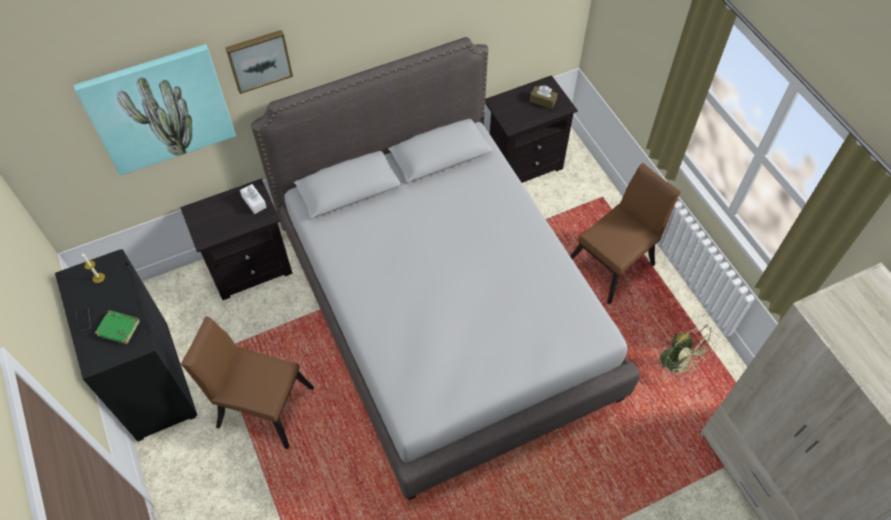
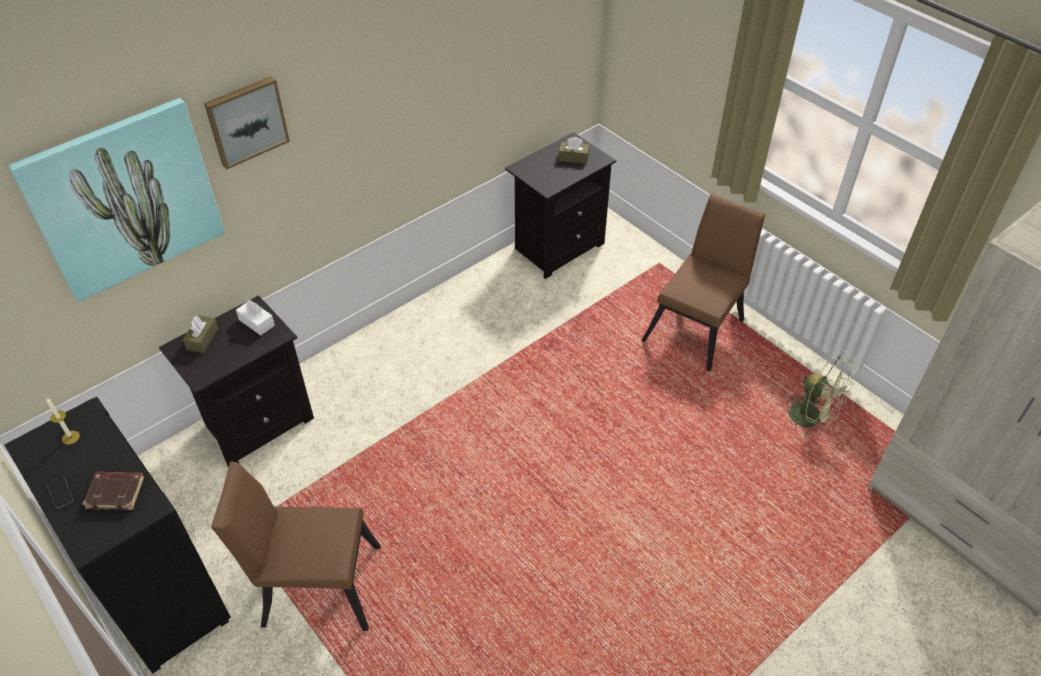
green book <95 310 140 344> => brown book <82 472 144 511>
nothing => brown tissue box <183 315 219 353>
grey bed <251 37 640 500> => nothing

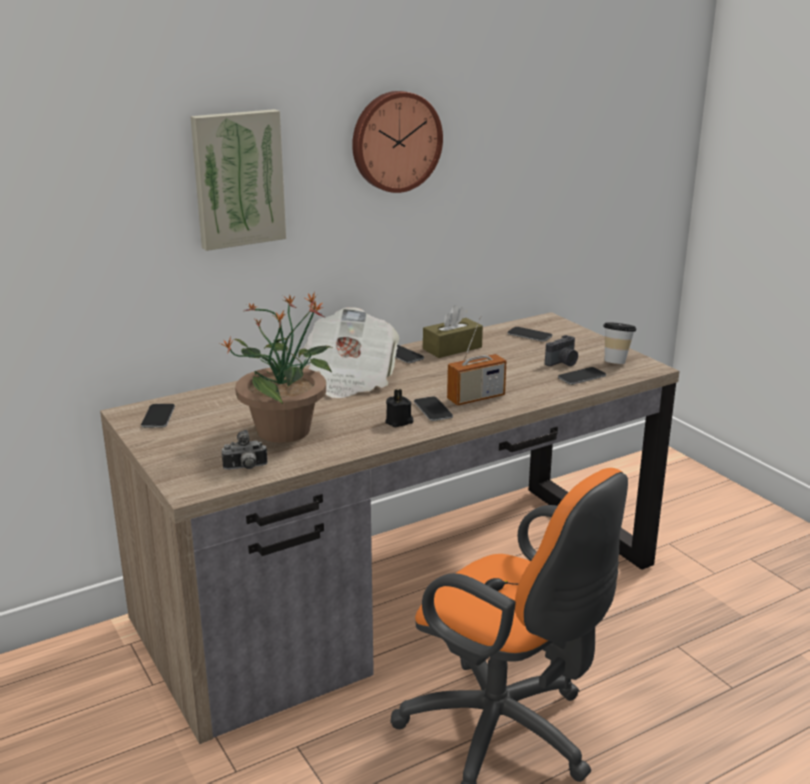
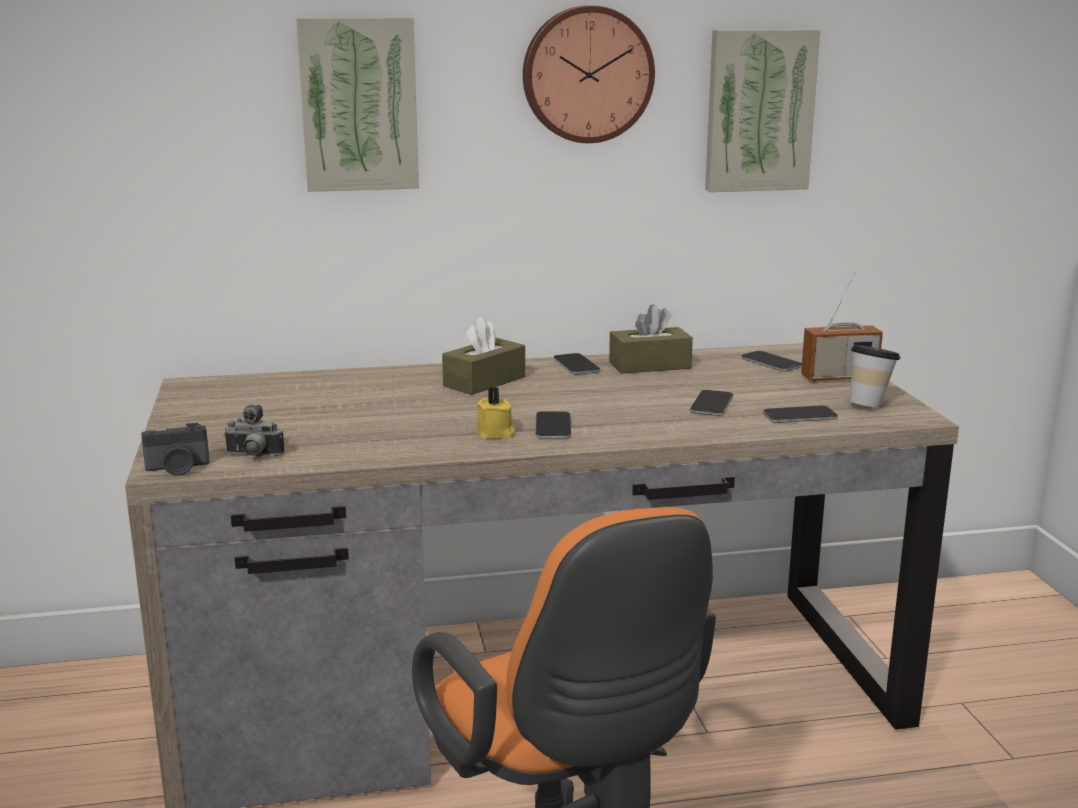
photo camera <545 335 578 366> => photo camera <141 423 210 476>, moved
newspaper <303 307 400 398> => brown tissue box <442 316 525 395>
black candle <385 389 414 427> => yellow candle <476 387 515 439>
phone <141 404 175 428> => phone <690 390 733 416>, moved
nothing => picture <705 29 820 192>
radio <447 316 506 406> => radio <801 272 883 382>, moved
potted plant <220 292 332 443> => nothing

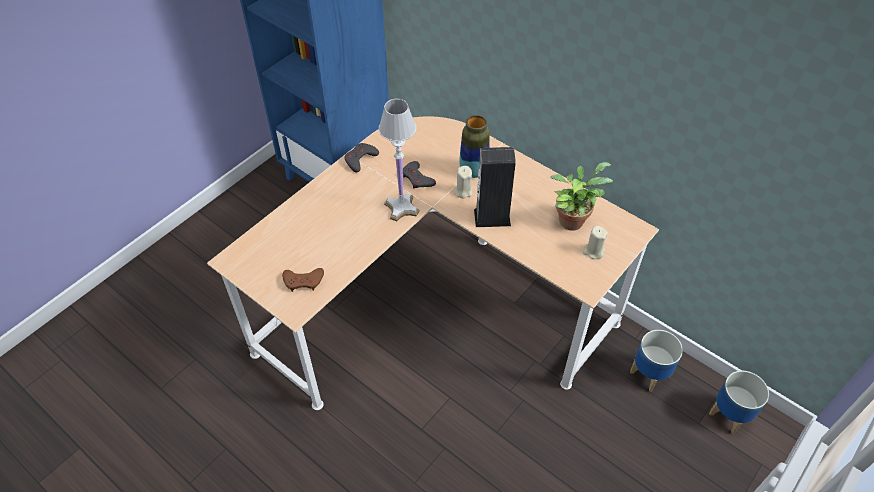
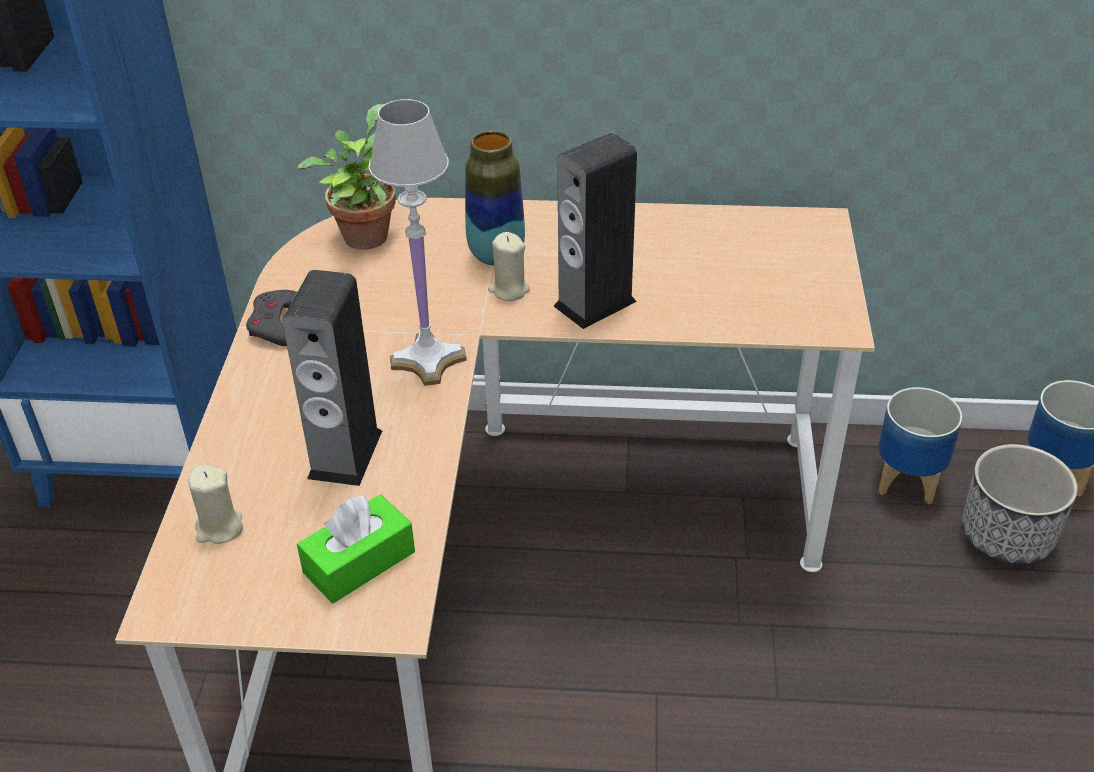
beige candle <583 226 608 259> => beige candle <188 465 243 544>, moved
nothing => speaker <282 270 382 486>
brown game controller <282 268 324 292> => green tissue box <297 494 415 603>
potted plant <550 162 613 231> => potted plant <298 104 395 250>, moved
nothing => planter <962 444 1078 564>
grey game controller <403 161 436 189> => nothing

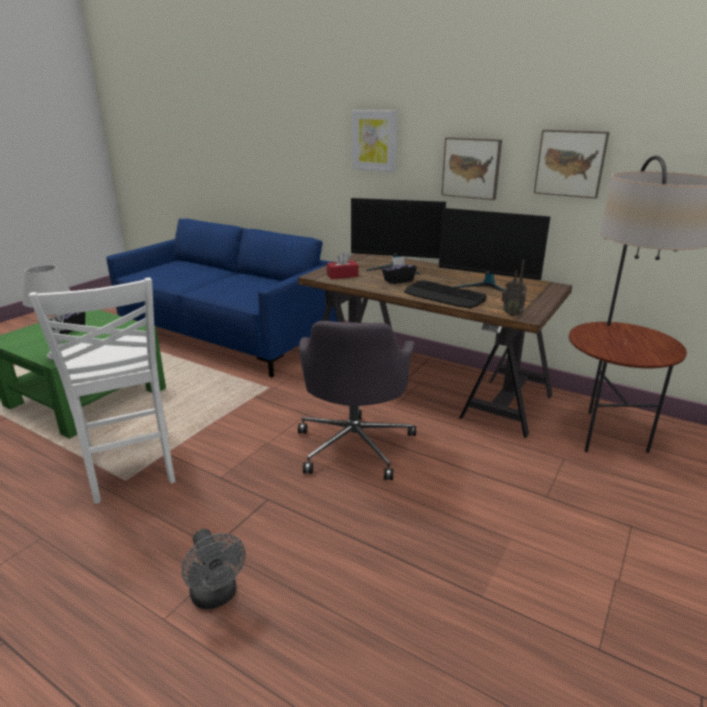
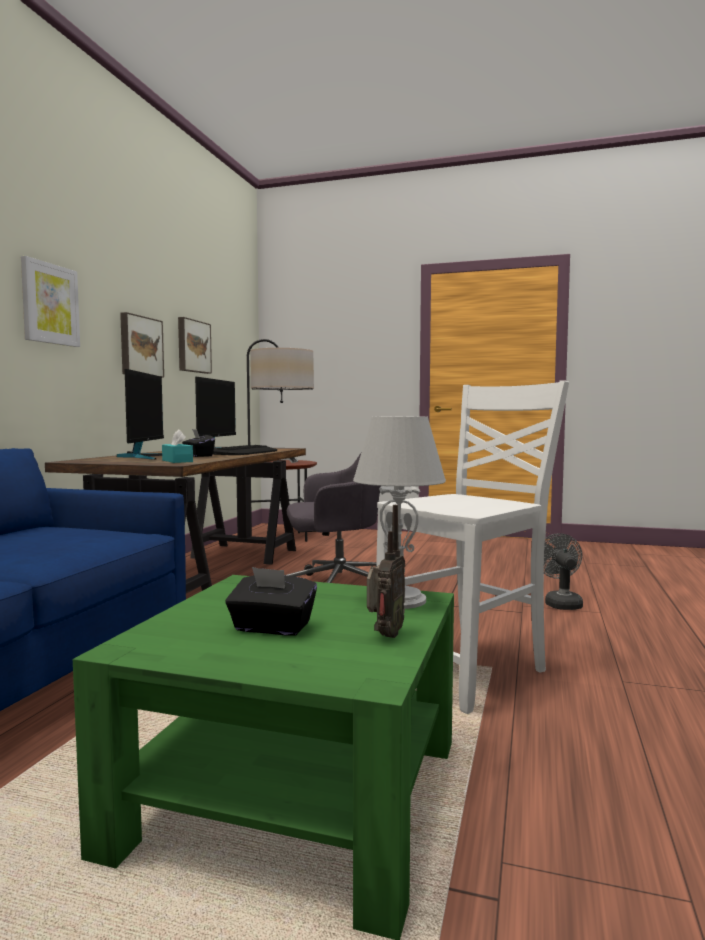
red tissue box <327 252 358 279> => turquoise tissue box <162 429 193 463>
radio <501 260 527 317> => radio <367 505 405 638>, moved
grey fan <182 529 246 609> => grey fan <544 533 583 610>, 45 degrees counterclockwise

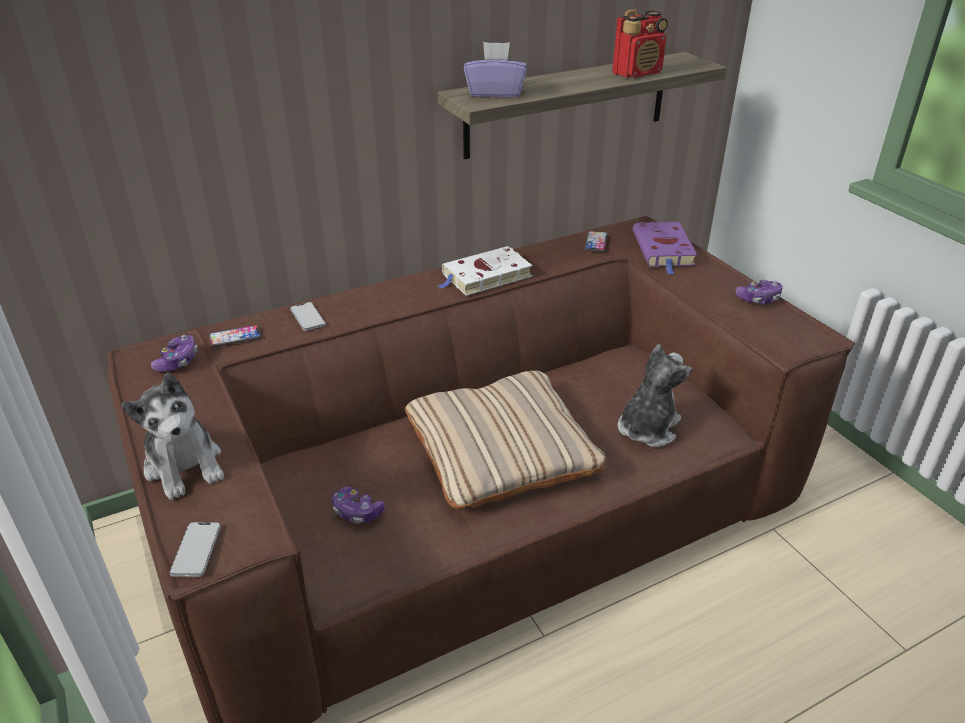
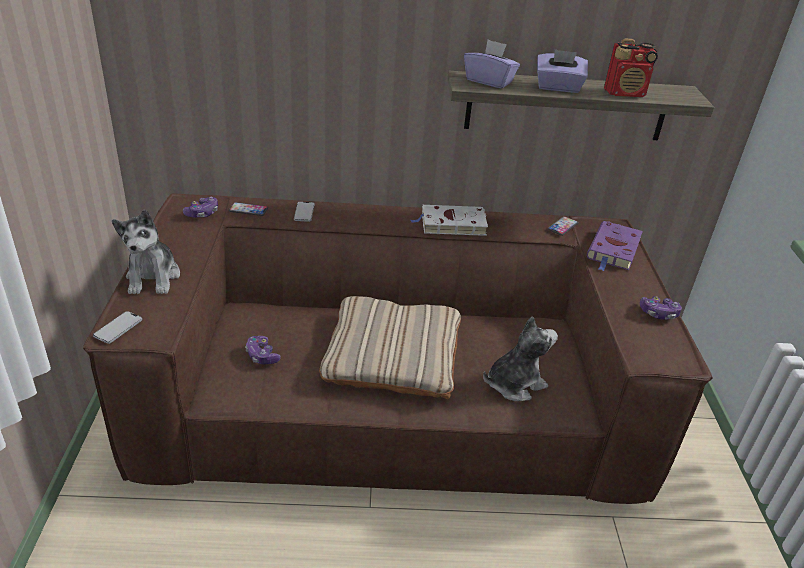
nothing => purple tissue box <537 49 588 93>

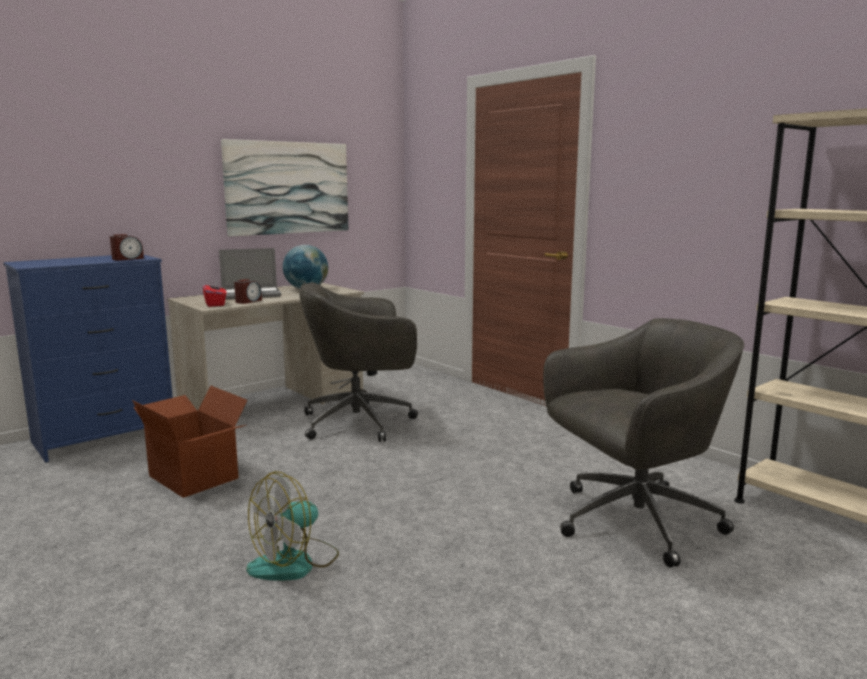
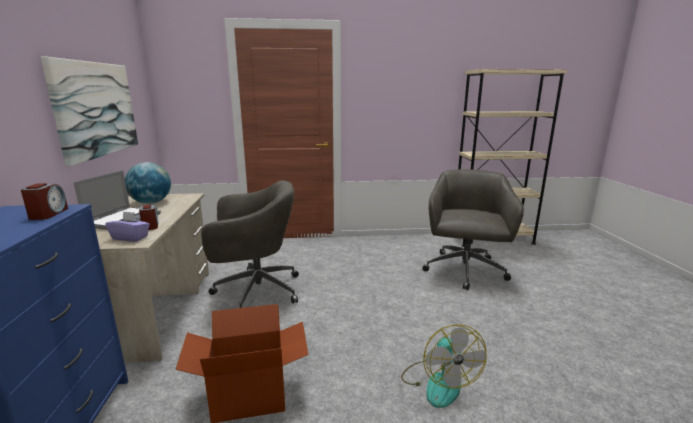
red tissue box <203 280 226 307> => purple tissue box <105 211 150 242>
grey office chair <299 282 418 442> => grey office chair <201 180 299 308>, 120 degrees counterclockwise

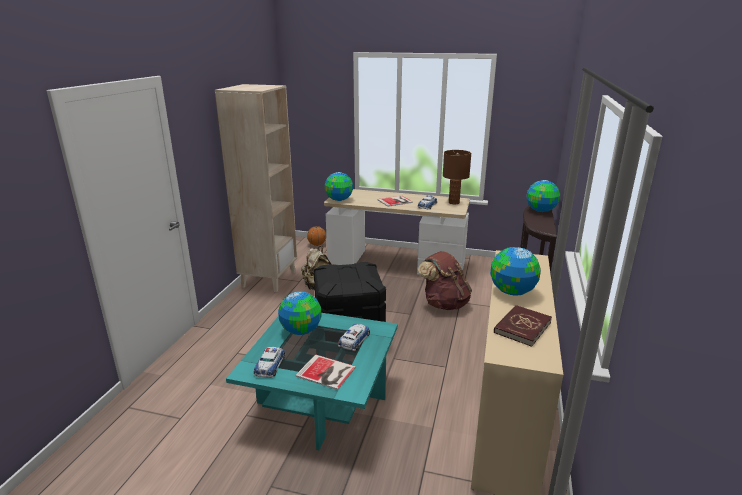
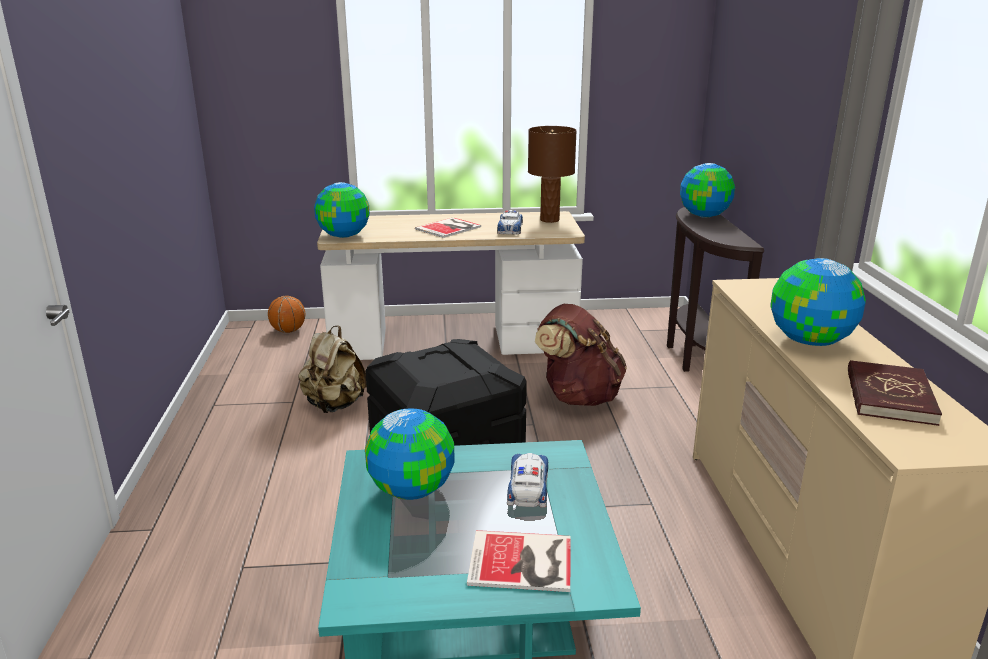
beige bookcase <215 84 297 292> => nothing
toy car <254 347 286 378> => nothing

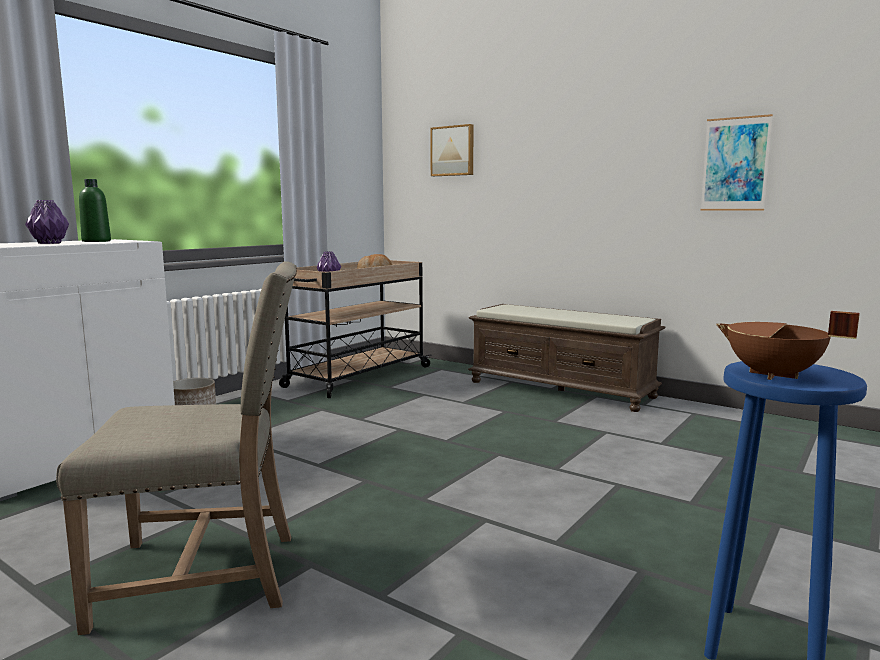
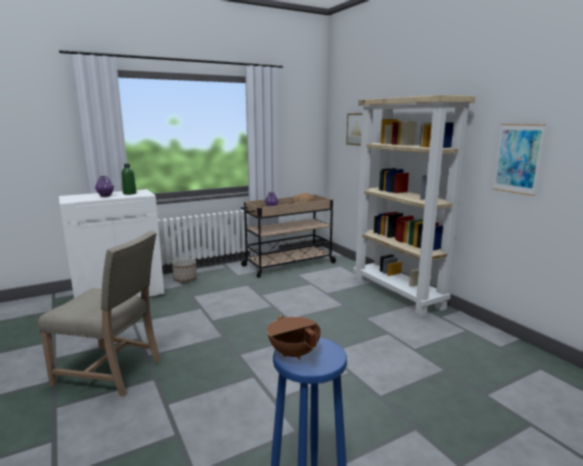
brown bench <468 304 666 412> => beige bookcase <353 95 475 317>

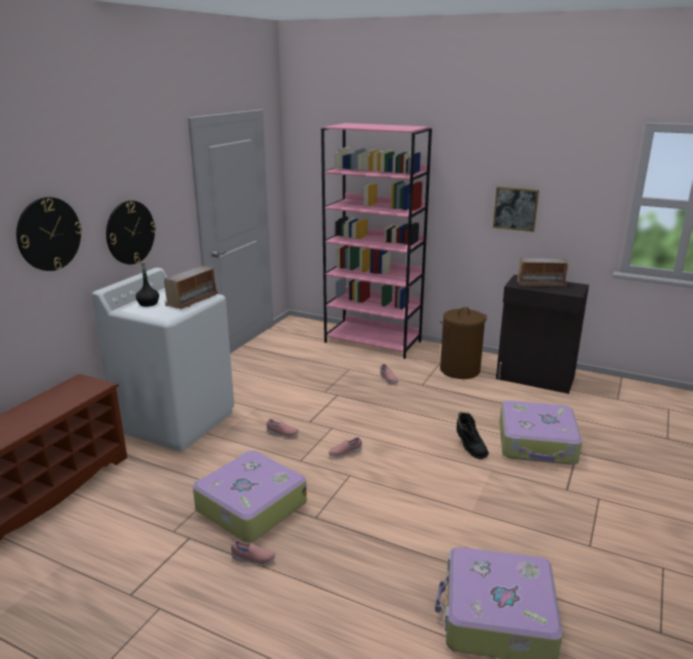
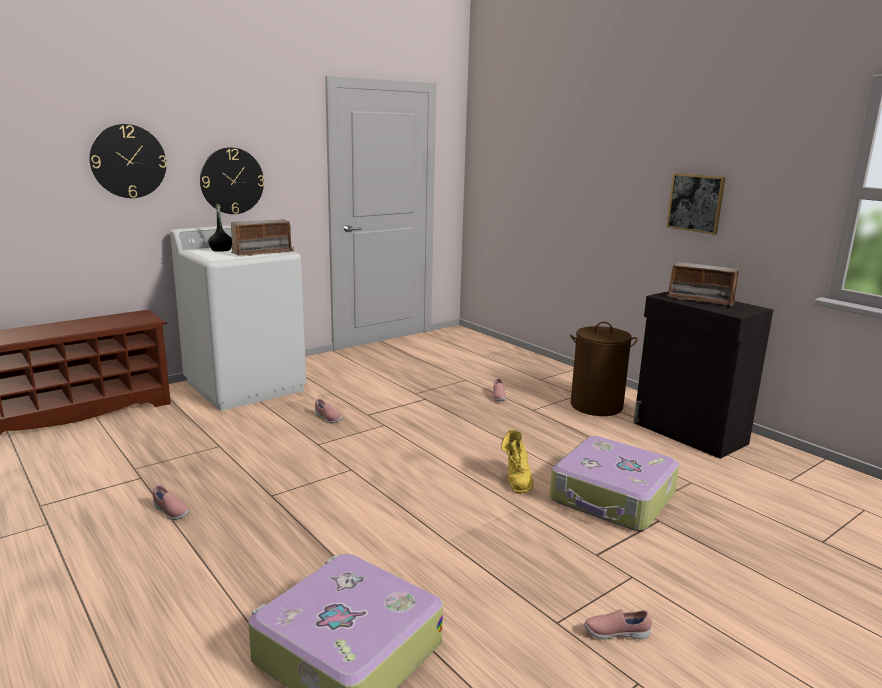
black boot <456 412 489 459> => yellow boot <501 429 533 494>
pink shoe <328 437 362 458> => pink shoe <584 609 652 640>, moved
suitcase <193 451 307 543> => nothing
pink bookcase <321 123 432 359> => nothing

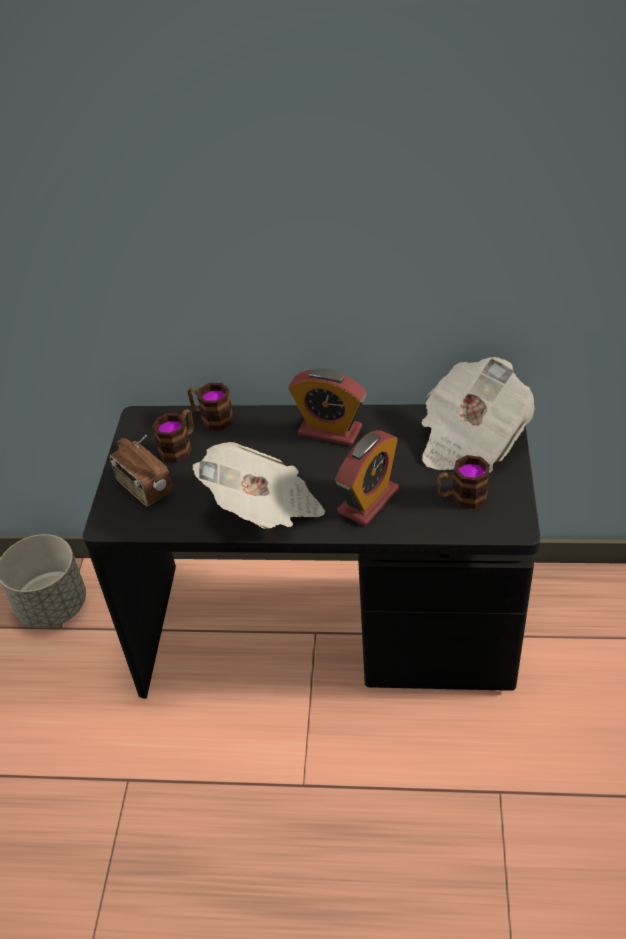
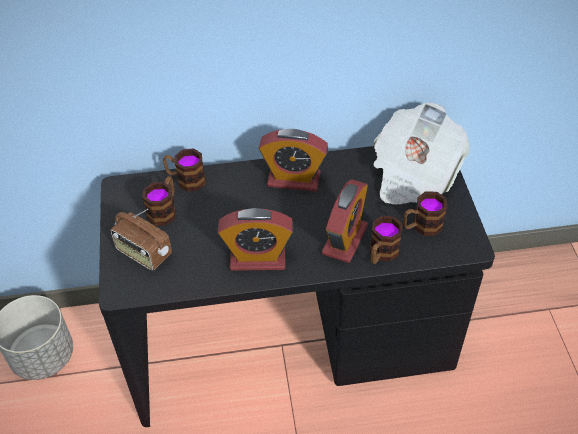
newspaper <193 442 325 529> => alarm clock <218 208 293 271>
nothing => mug <370 215 403 264>

